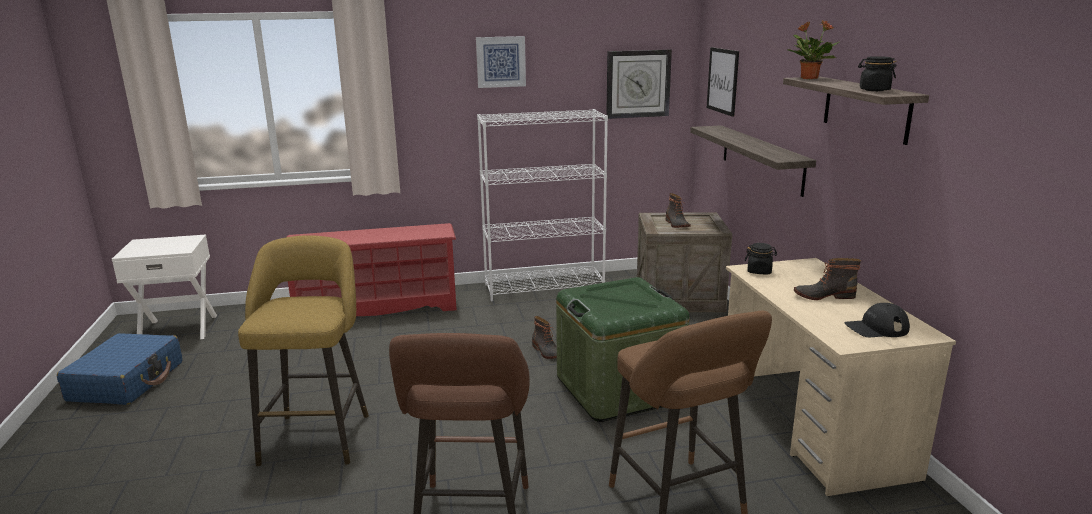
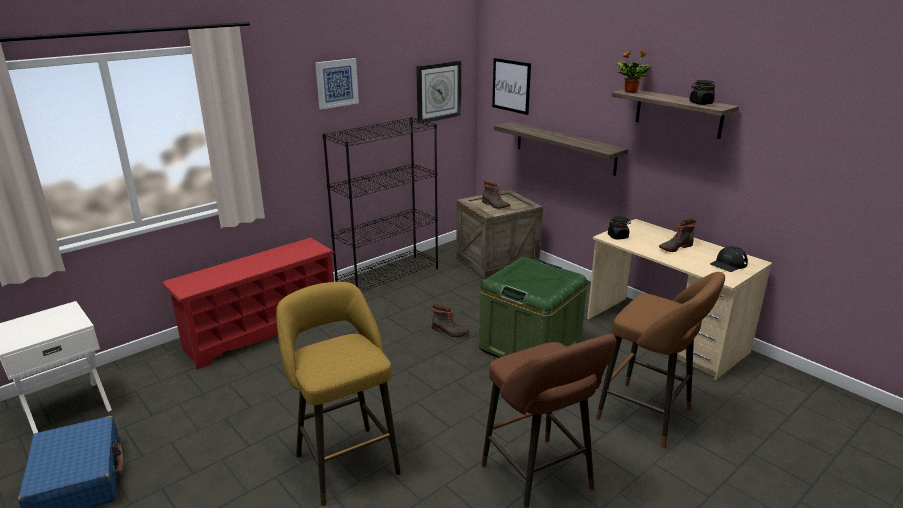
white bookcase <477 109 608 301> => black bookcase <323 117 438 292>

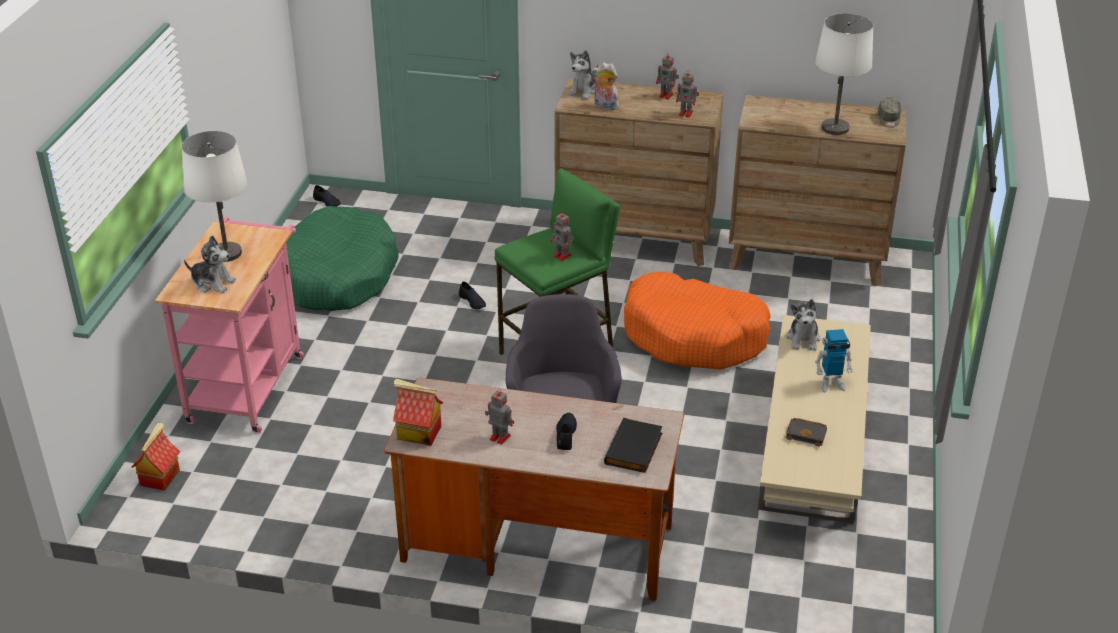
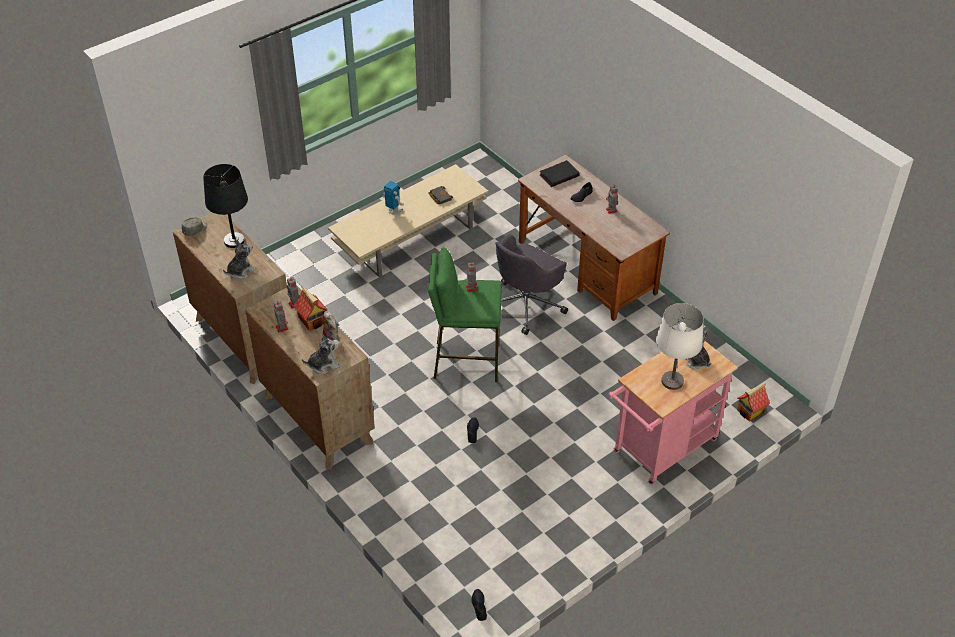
white table lamp <815 13 873 135> => black table lamp <203 164 248 248>
plush toy <787 299 820 351> => plush toy <223 240 257 279>, moved
toy house <393 379 443 446> => toy house <294 286 327 331>, moved
green dog bed <286 206 399 311> => nothing
orange dog bed <624 272 771 370> => nothing

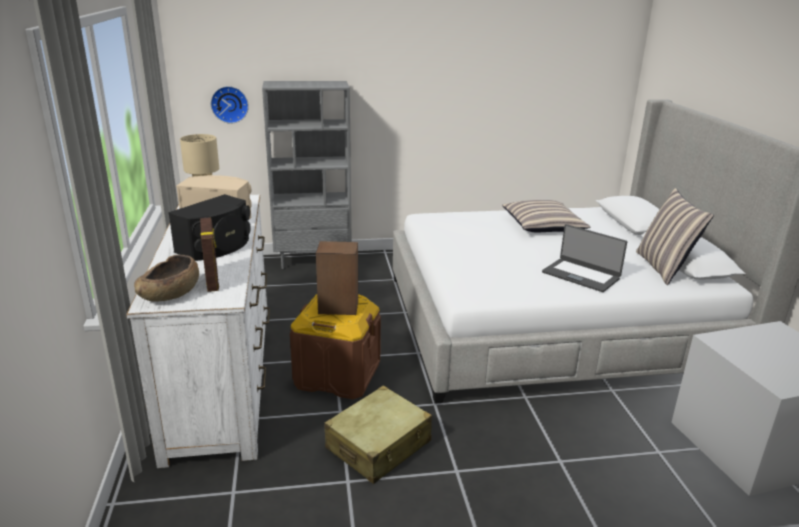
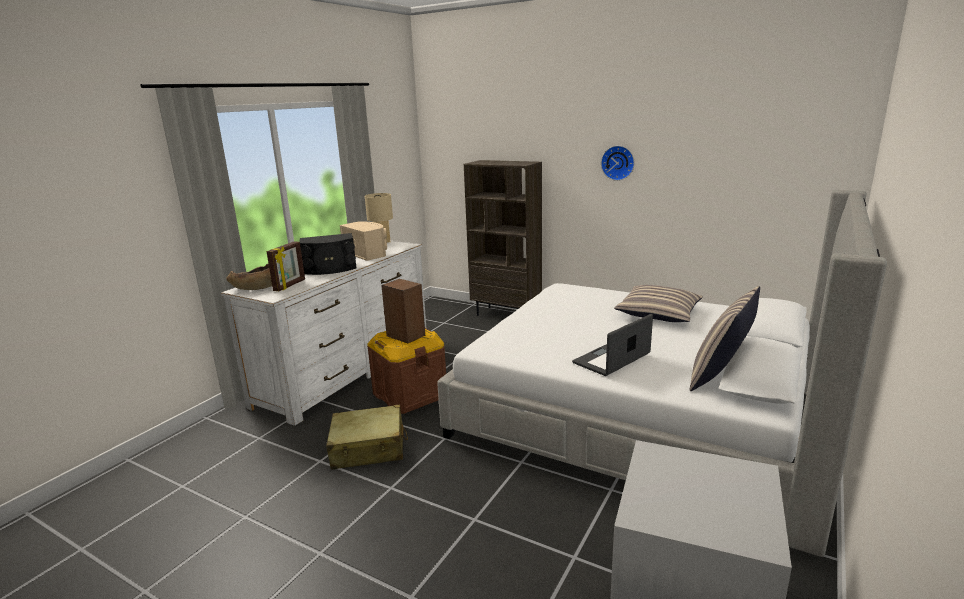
grey bookcase <262 81 352 269> => brown bookcase <464 160 542 316>
laptop <542 224 627 292> => laptop <572 314 653 376>, 60 degrees clockwise
wall clock <211 86 249 124> => wall clock <601 146 634 181>, moved

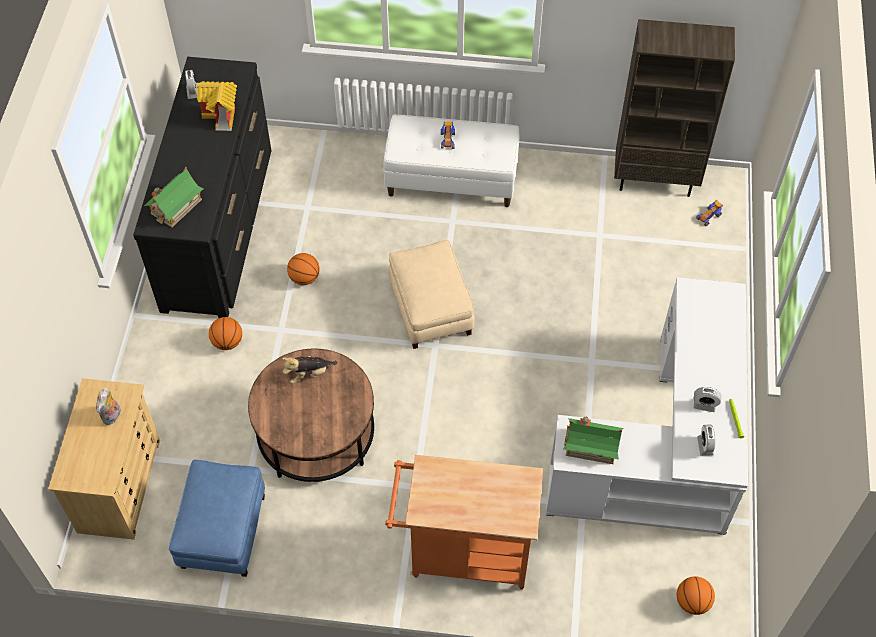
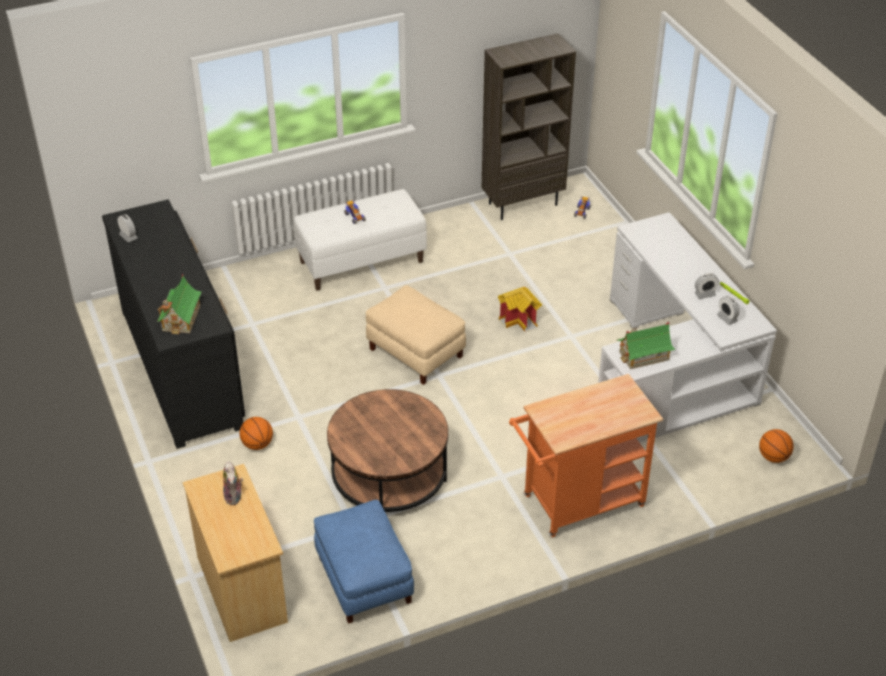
toy house <197 81 237 131> => toy house <498 287 542 332>, moved
plush toy <282 356 338 384> => nothing
basketball <287 253 320 285> => nothing

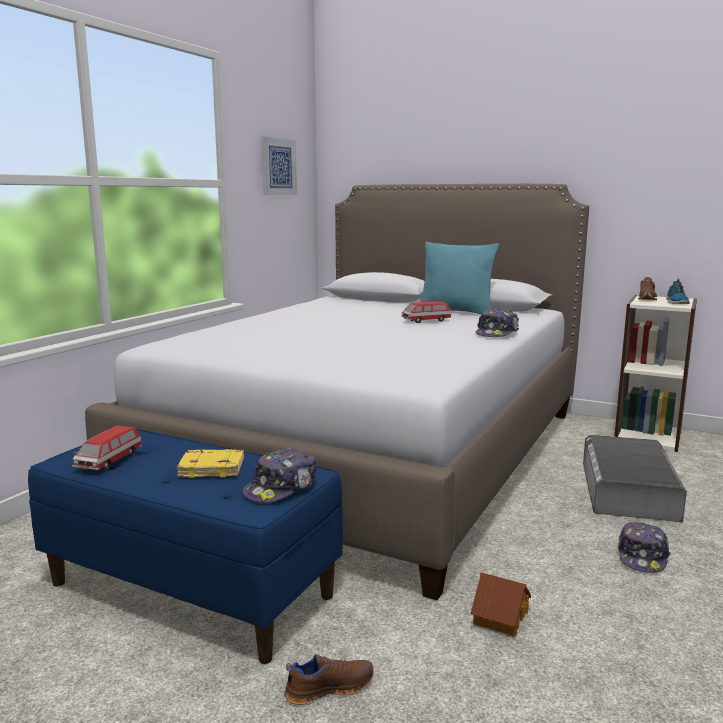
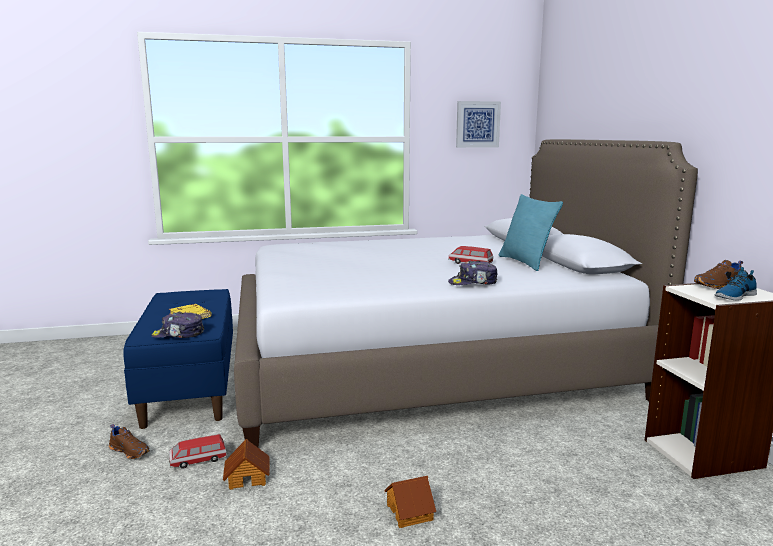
toy car <72 426 142 470> => toy car <169 434 227 469>, moved
cap <618 521 670 573> => toy house <384 476 436 528>
grey storage box <583 435 687 522> => nothing

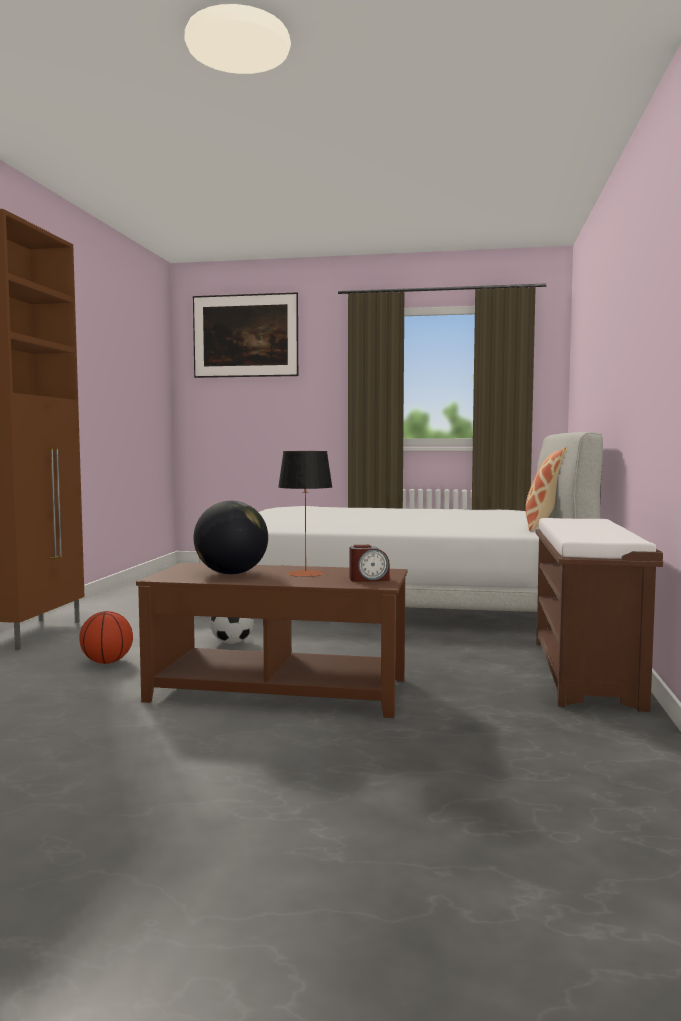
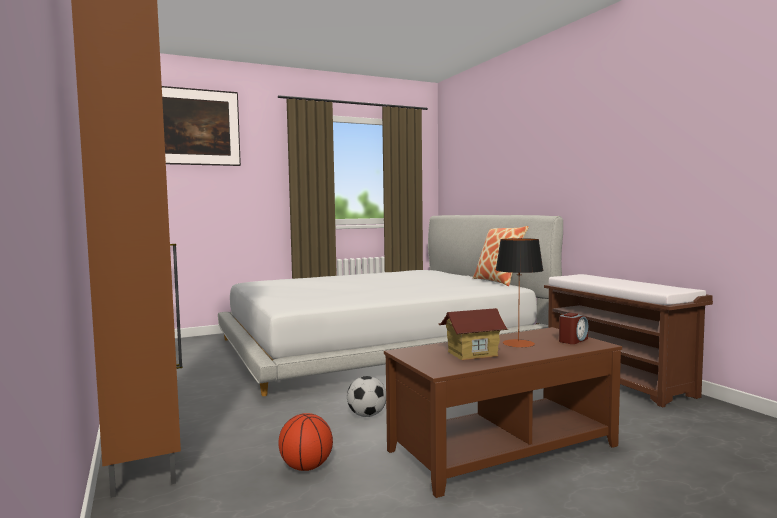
globe <194 501 268 575> => toy house <438 308 508 360>

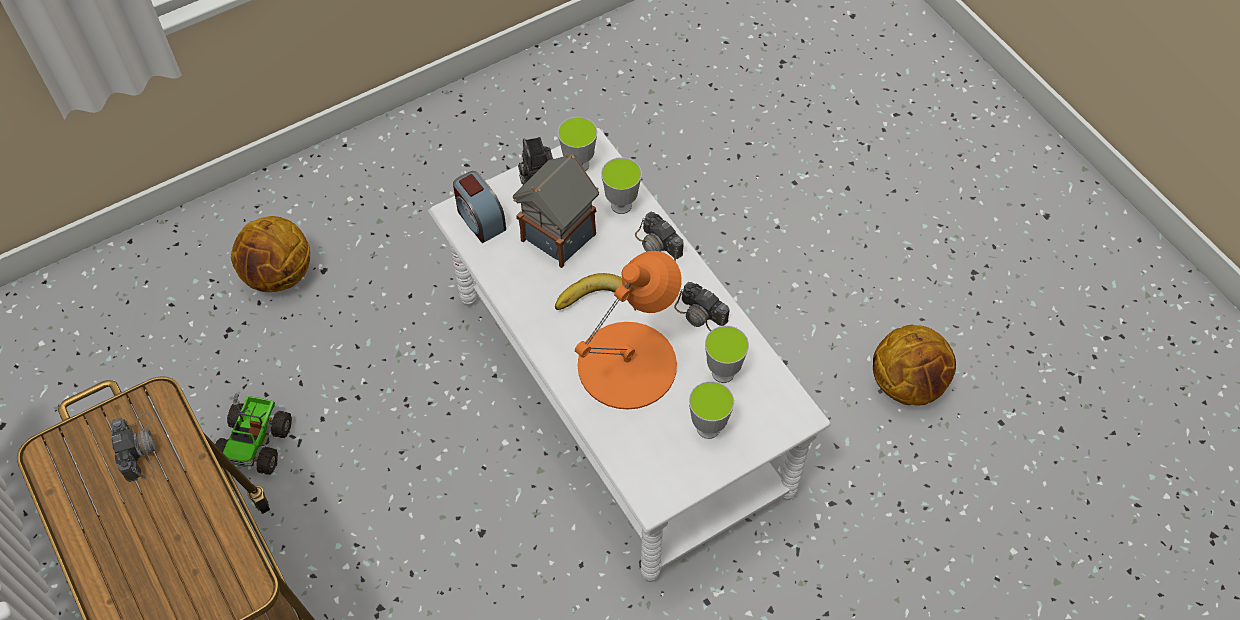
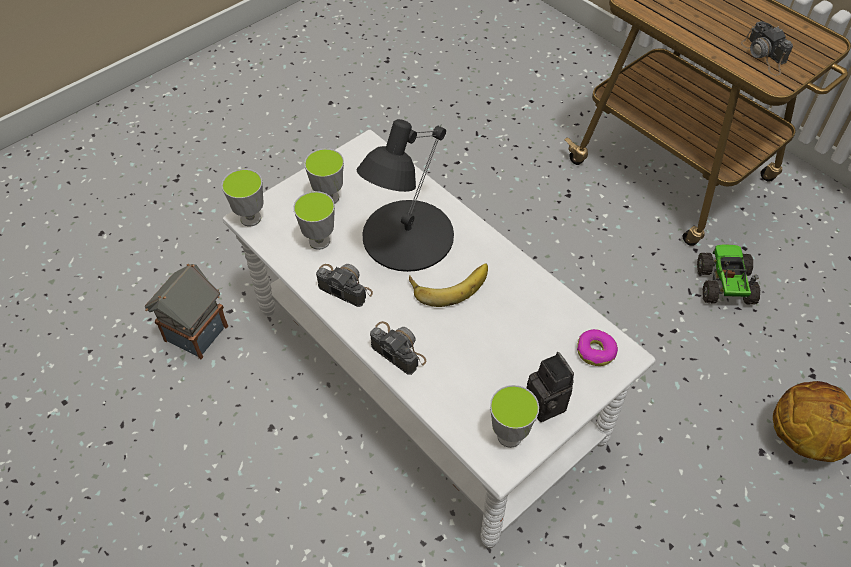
toy house <513 153 599 268> => toy house <145 264 228 359>, moved
cup <601 157 642 214> => cup <222 169 264 226>, moved
orange table lamp <575 251 682 409> => black table lamp <357 119 454 272>
alarm clock <453 171 506 243> => donut <577 329 618 366>
basketball <873 325 956 406> => nothing

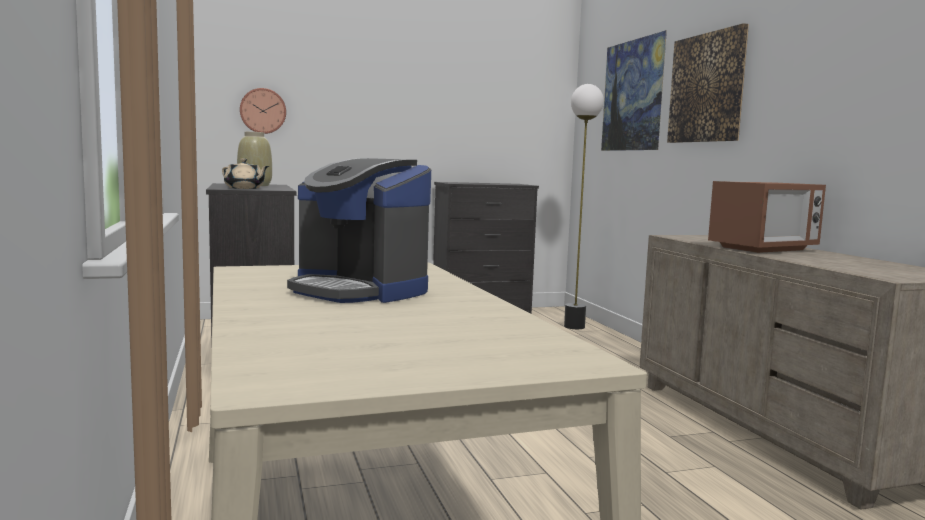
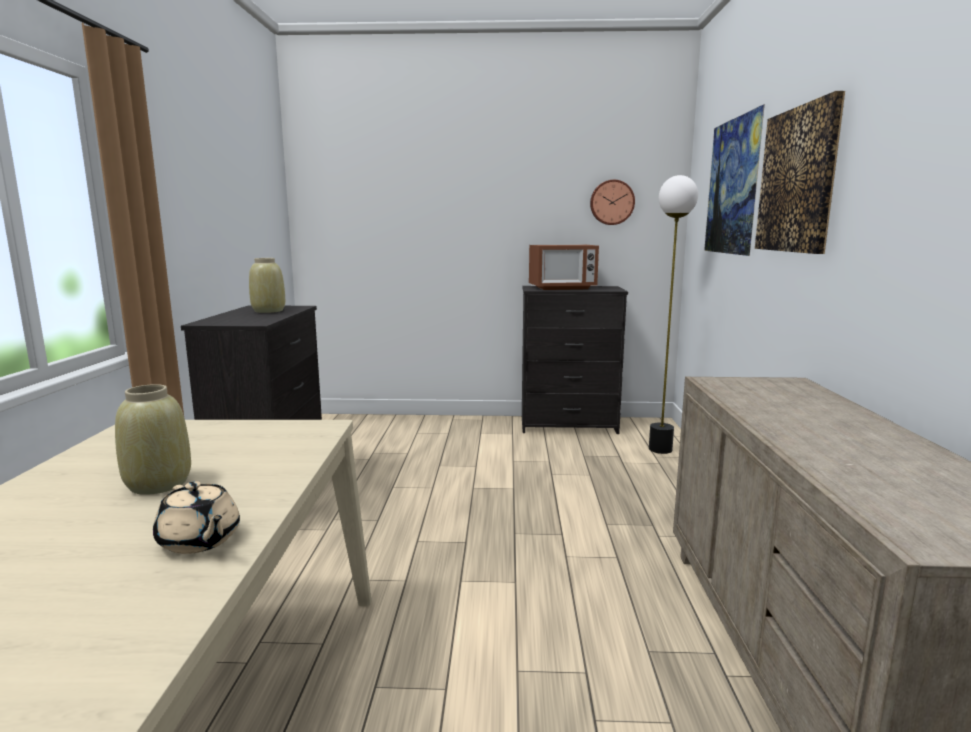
coffee machine <287 158 431 303> => beige vase <115 384 191 495>
beige teapot <222 159 269 189> => beige teapot <153 481 240 554>, moved
microwave <708 181 826 253> => microwave <529 245 599 290>, moved
wall clock <240 88 286 134> => wall clock <590 180 635 225>, moved

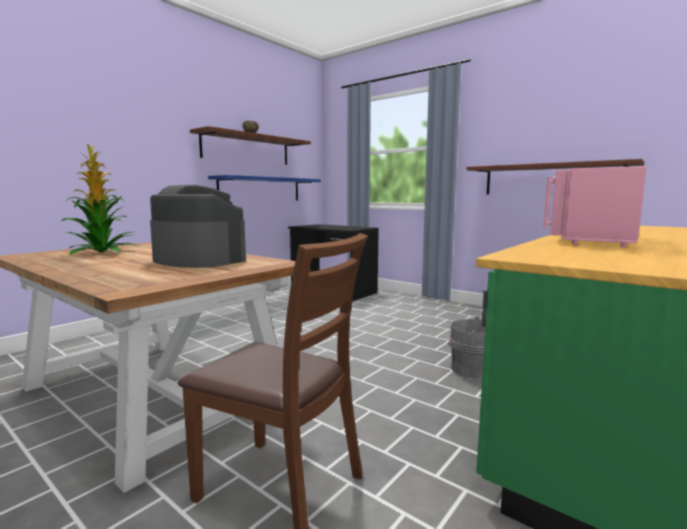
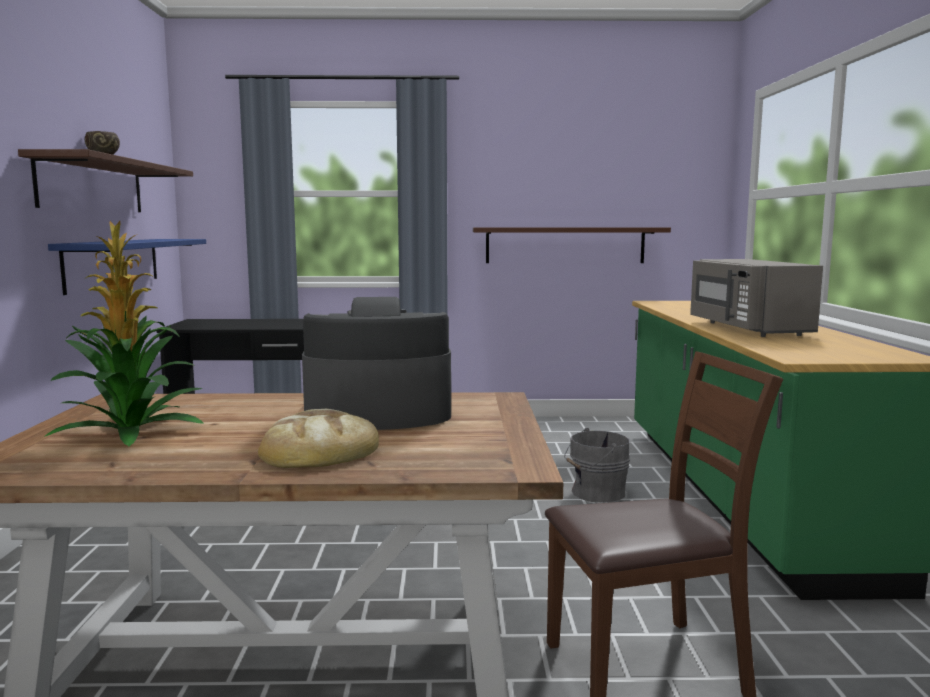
nothing => bread <258 409 379 468>
pink microwave <543 166 647 247> => grey microwave <690 259 823 337>

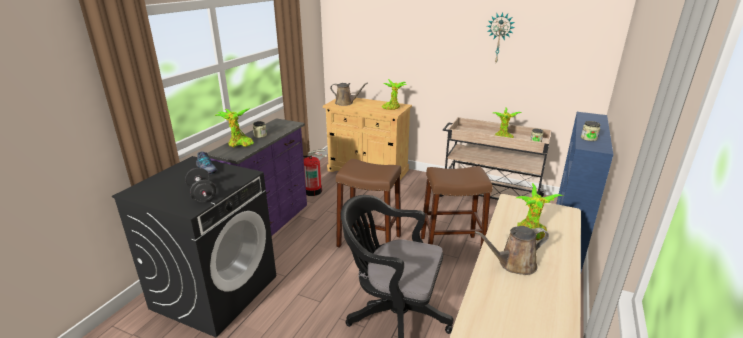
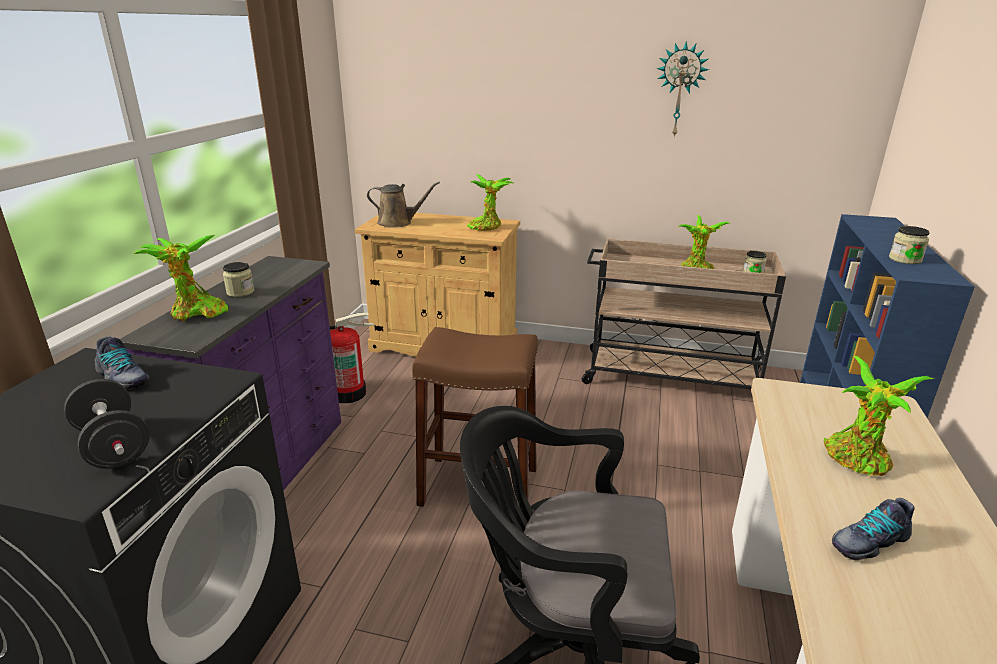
brown watering can <475 226 549 275> => shoe <832 498 915 560>
brown stool <420 166 493 250> => nothing

